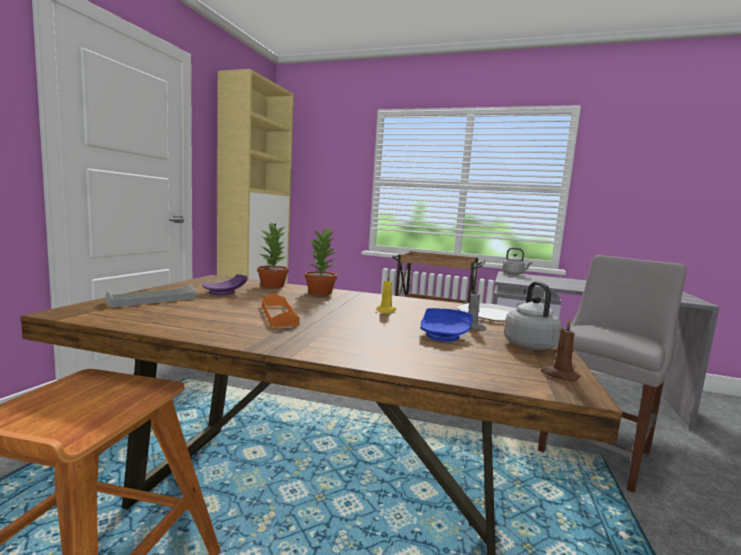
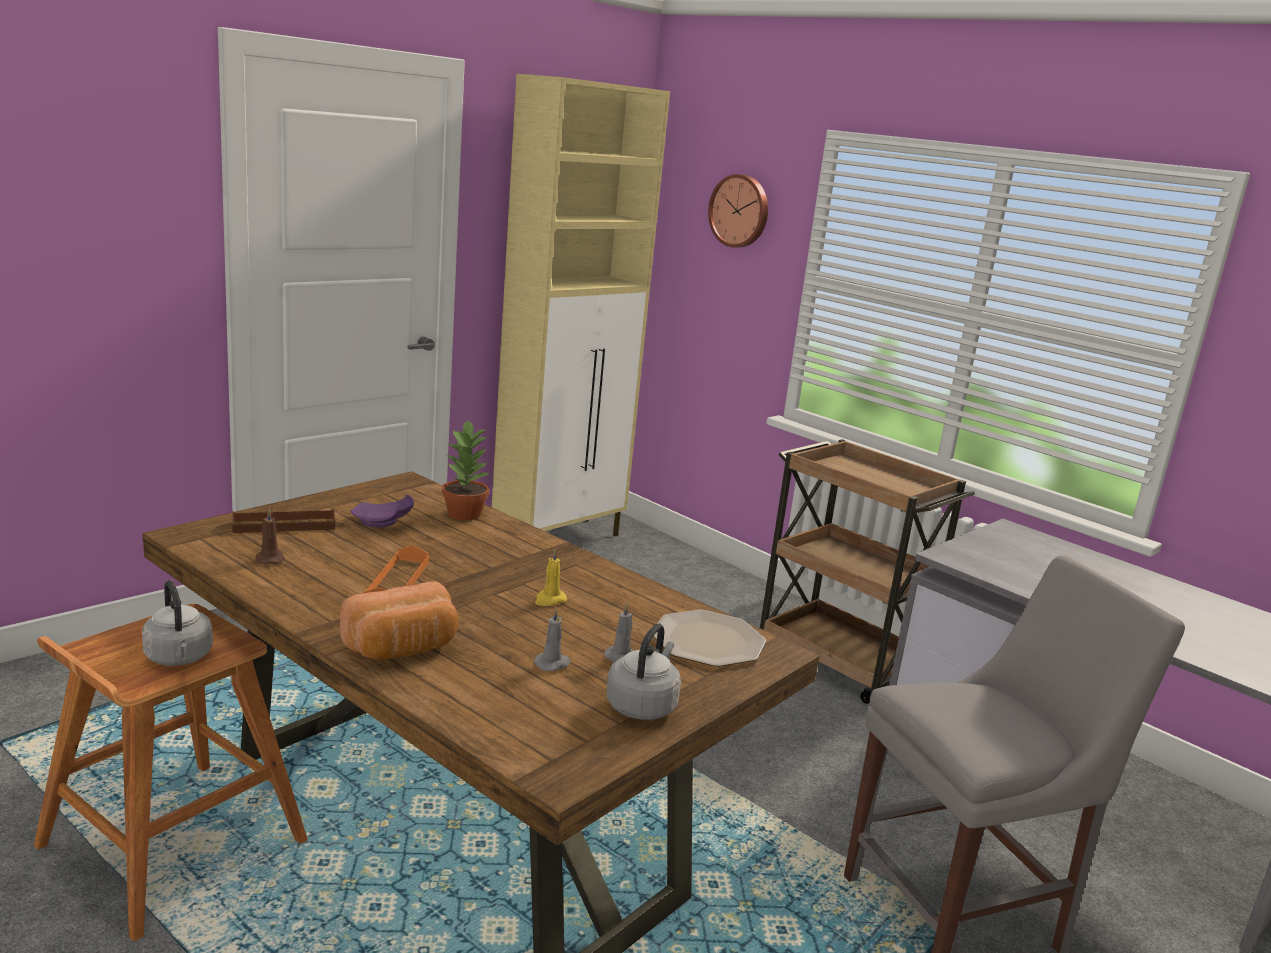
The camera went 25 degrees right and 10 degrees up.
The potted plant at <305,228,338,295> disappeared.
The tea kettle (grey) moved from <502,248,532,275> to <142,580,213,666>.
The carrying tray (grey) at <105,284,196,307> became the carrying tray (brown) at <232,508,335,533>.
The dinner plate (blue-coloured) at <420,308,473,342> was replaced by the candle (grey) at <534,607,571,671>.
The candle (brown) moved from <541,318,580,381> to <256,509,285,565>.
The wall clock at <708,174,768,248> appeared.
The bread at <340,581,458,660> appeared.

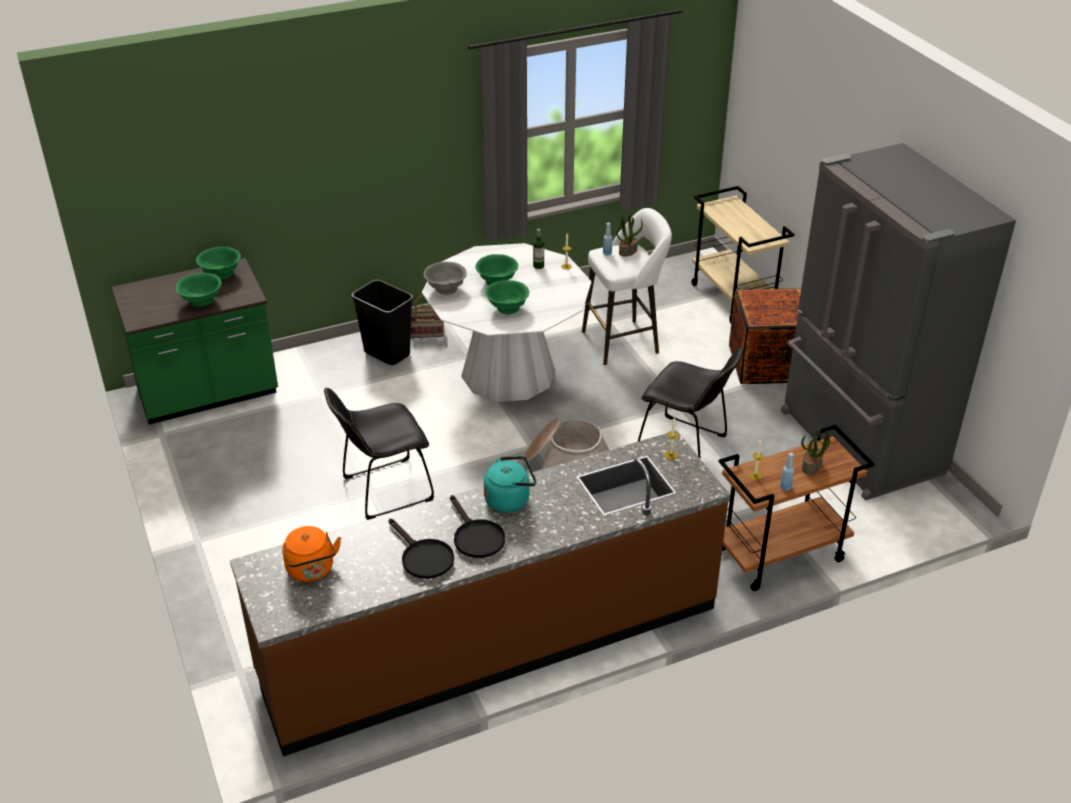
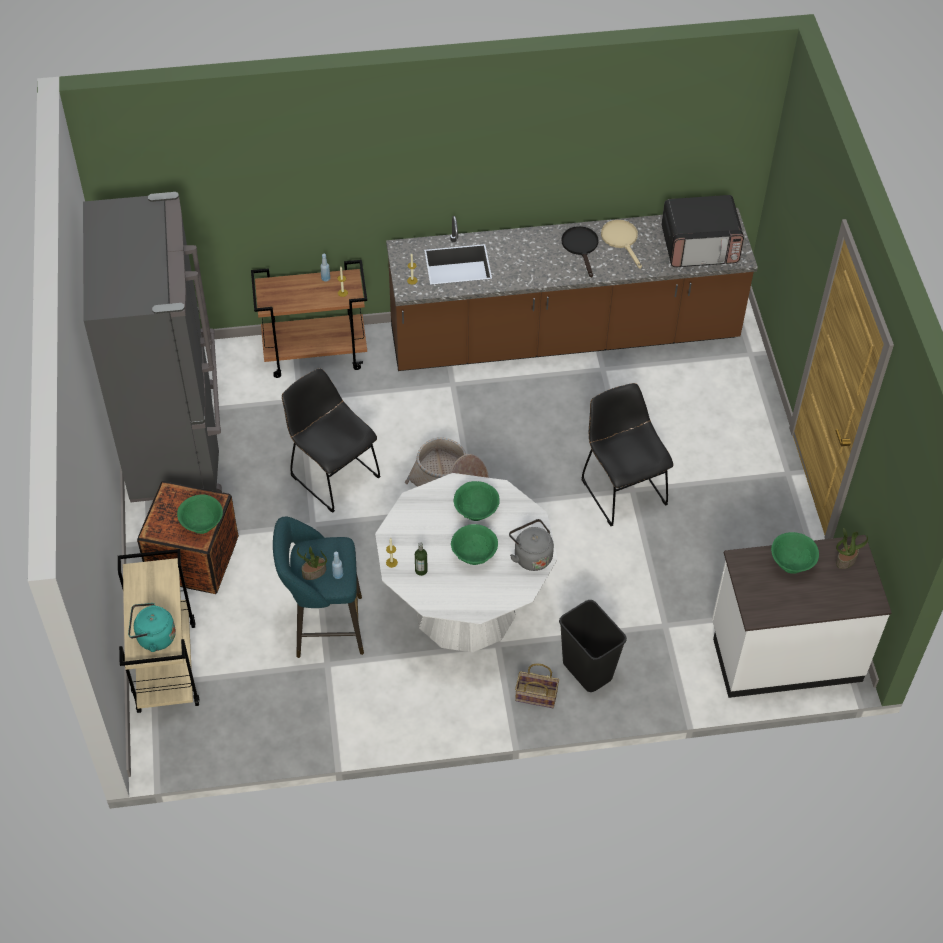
The camera went 165 degrees left and 15 degrees up.
The stool seat (whitish) at <582,208,672,365> became the stool seat (blue-green) at <273,517,364,658>.
The bowl (green) moved from <196,247,241,280> to <177,494,223,534>.
The kitchen counter (green) at <111,258,278,424> became the kitchen counter (whitish) at <712,535,892,698>.
The bowl (grey) at <424,262,467,295> was replaced by the tea kettle (grey) at <509,519,554,571>.
The chair (black-coloured) at <324,388,434,520> turned 105 degrees counterclockwise.
The potted plant moved from <801,428,832,475> to <836,528,868,569>.
The tea kettle (blue-green) moved from <484,456,536,513> to <128,603,176,652>.
The pan (black-coloured) at <388,518,454,579> became the pan (beige-coloured) at <601,220,642,269>.
The tea kettle (orange-coloured) at <282,526,341,582> was replaced by the kitchen microwave at <662,195,744,267>.

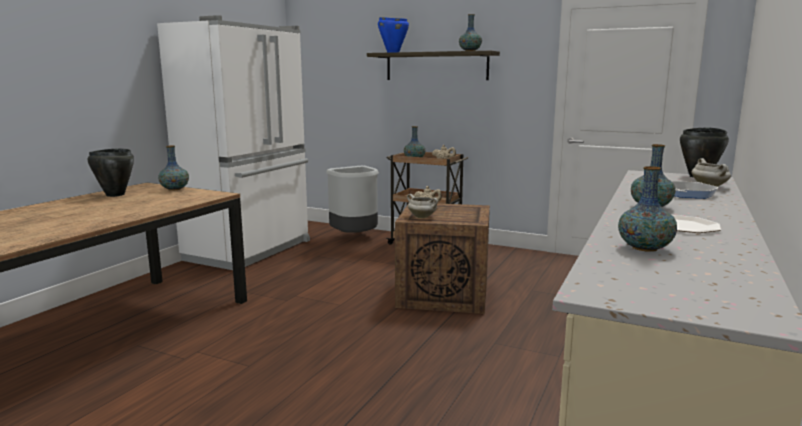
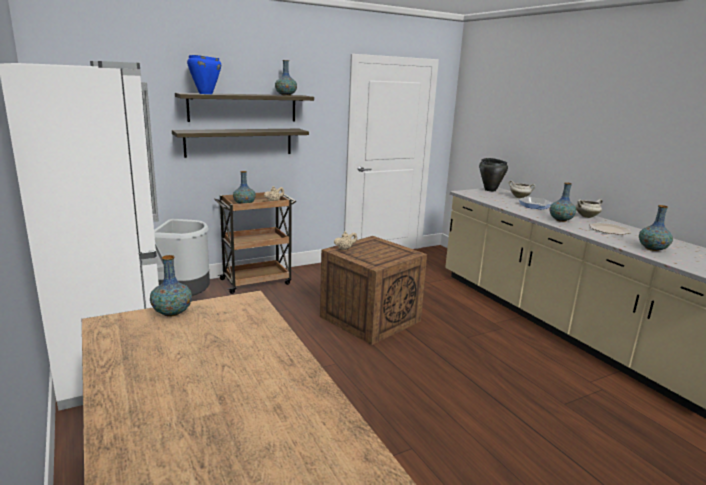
The camera went 55 degrees left and 5 degrees up.
The saucepot (black-coloured) at <88,148,134,197> disappeared.
The saucepot (whitish) moved from <407,194,438,218> to <575,199,603,218>.
The wall shelf at <172,129,309,158> appeared.

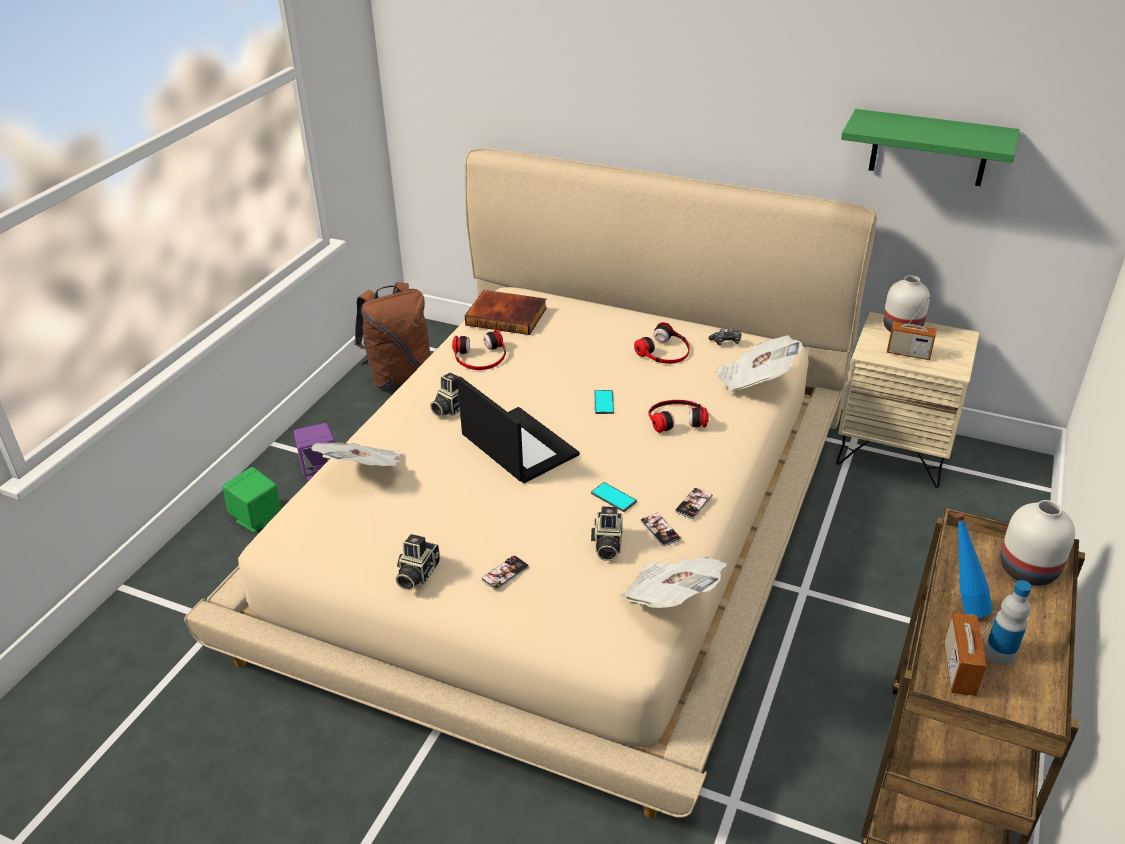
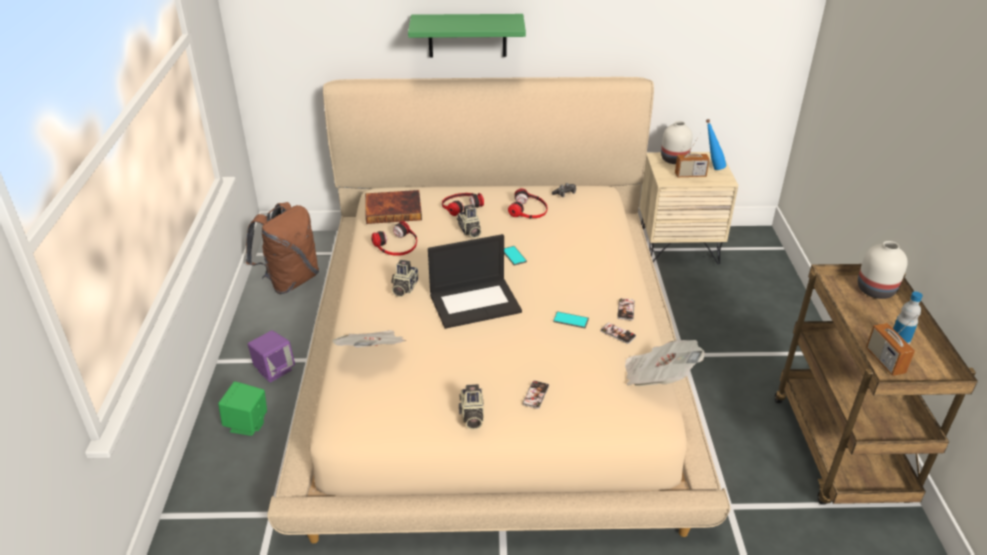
The camera went 25 degrees left and 0 degrees up.
The wall shelf (green) moved from <841,109,1020,186> to <408,14,526,57>.
The printed paper at <716,336,803,392> disappeared.
The portable computer at <457,376,580,483> turned 135 degrees clockwise.
The pair of headphones moved from <649,400,708,433> to <442,193,484,216>.
The photo camera moved from <591,506,623,561> to <457,204,481,238>.
The bottle (blue-coloured) moved from <955,513,993,618> to <706,119,727,170>.

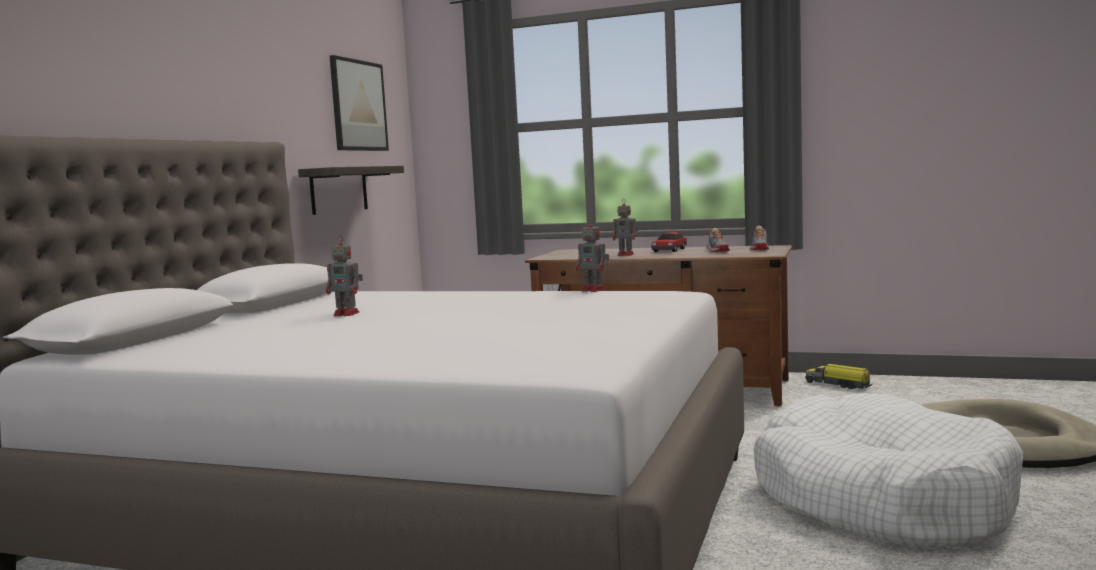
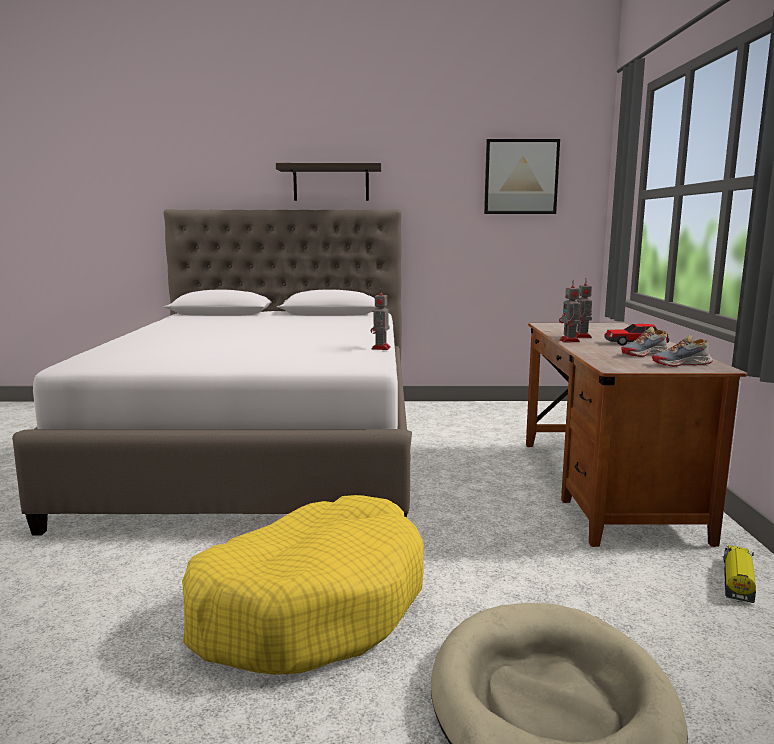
The camera went 70 degrees right and 5 degrees up.
The wall shelf moved from <298,166,404,215> to <276,163,381,201>.
The toy robot moved from <326,237,363,316> to <559,280,581,342>.
The pet bed (whitish) at <754,393,1023,549> became the pet bed (yellow-coloured) at <182,495,424,675>.

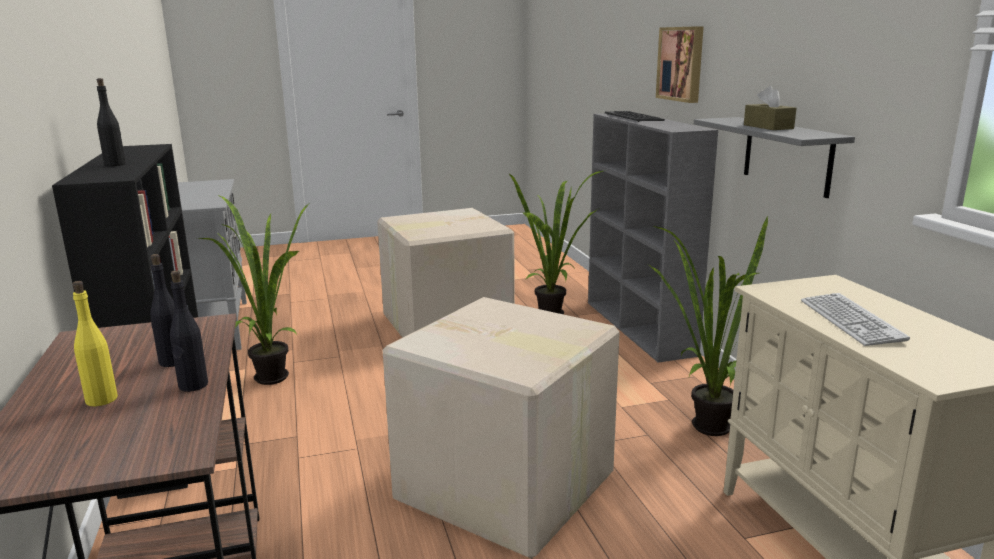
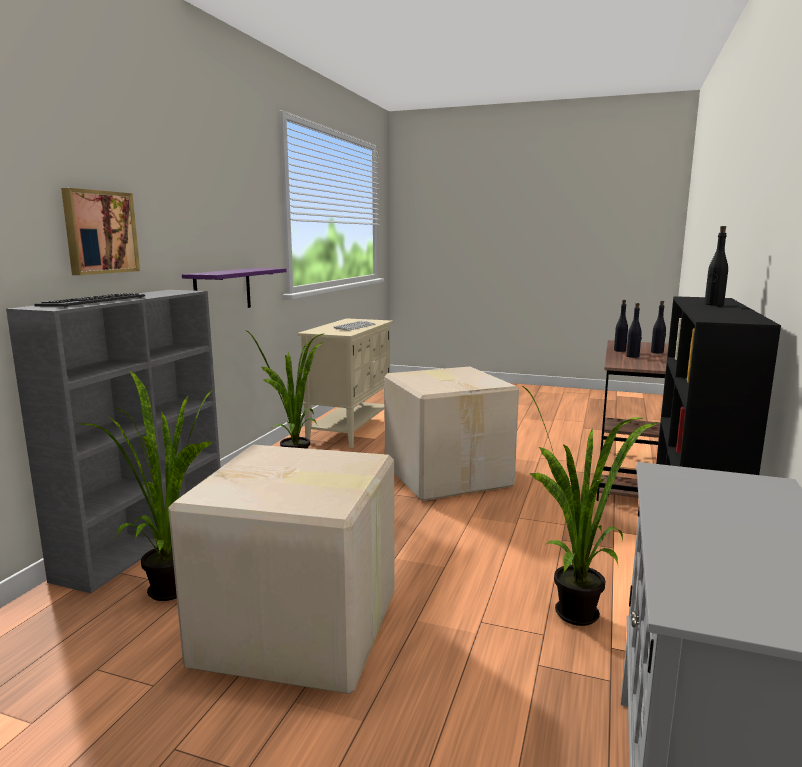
The camera went 145 degrees left and 5 degrees down.
The tissue box (brown) at <744,86,797,130> disappeared.
The wall shelf (grey) at <694,117,855,198> became the wall shelf (purplish) at <182,268,287,308>.
The bottle (yellow-coloured) at <73,281,118,406> became the bottle (black-coloured) at <651,301,666,354>.

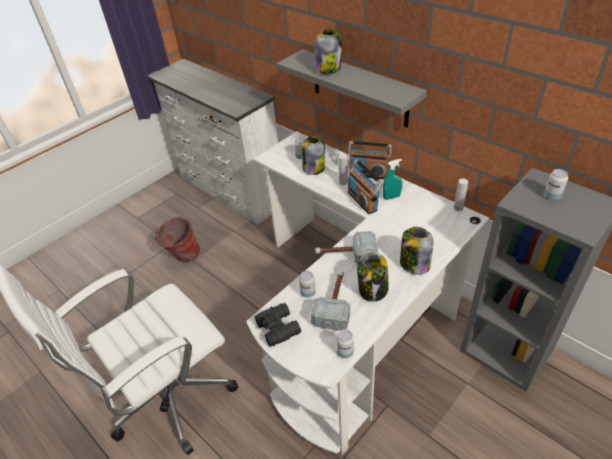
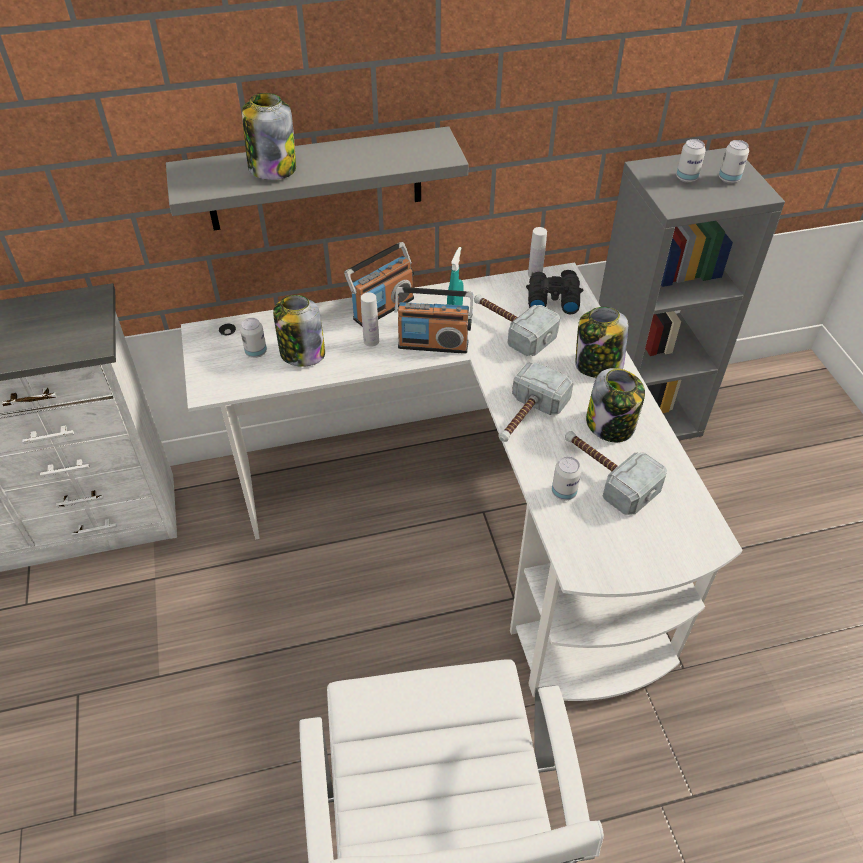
The camera went 60 degrees left and 5 degrees up.
The bucket at <154,217,200,263> disappeared.
The binoculars (black-coloured) moved from <255,303,301,347> to <526,272,583,314>.
The can moved from <336,329,354,358> to <719,140,749,184>.
The hammer at <474,294,560,356> appeared.

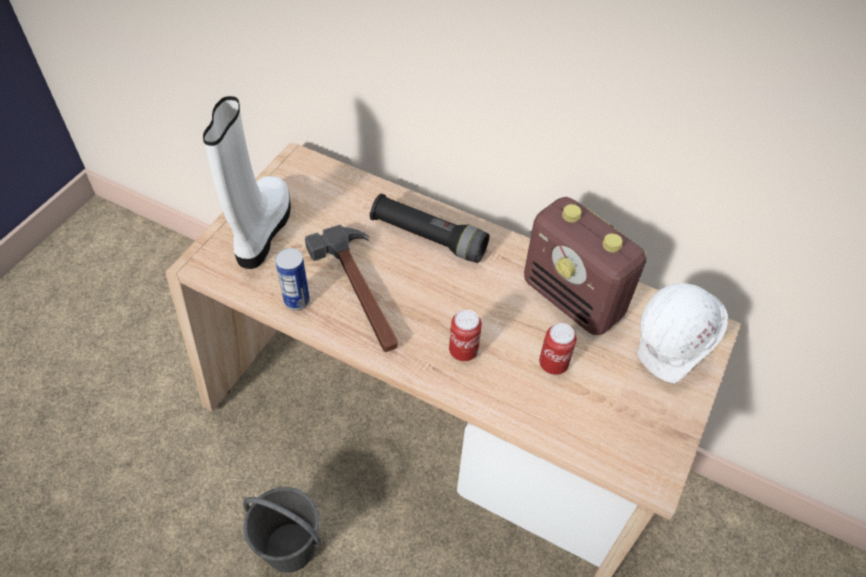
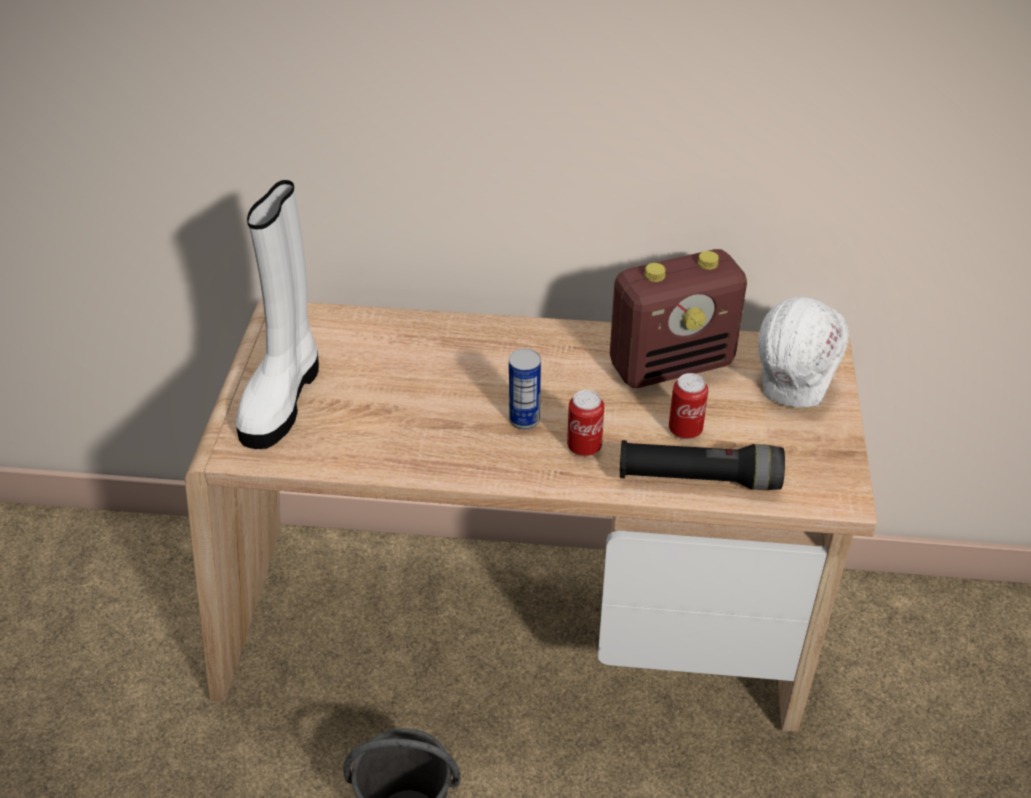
The camera went 20 degrees left and 10 degrees down.
The boot (whitish) at <203,96,291,269> turned 150 degrees counterclockwise.
The torch (black-coloured) moved from <370,194,489,263> to <620,440,785,490>.
The radio receiver at <524,197,646,335> turned 45 degrees counterclockwise.
The hammer at <305,224,398,352> disappeared.
The can moved from <275,248,310,310> to <509,349,541,430>.

